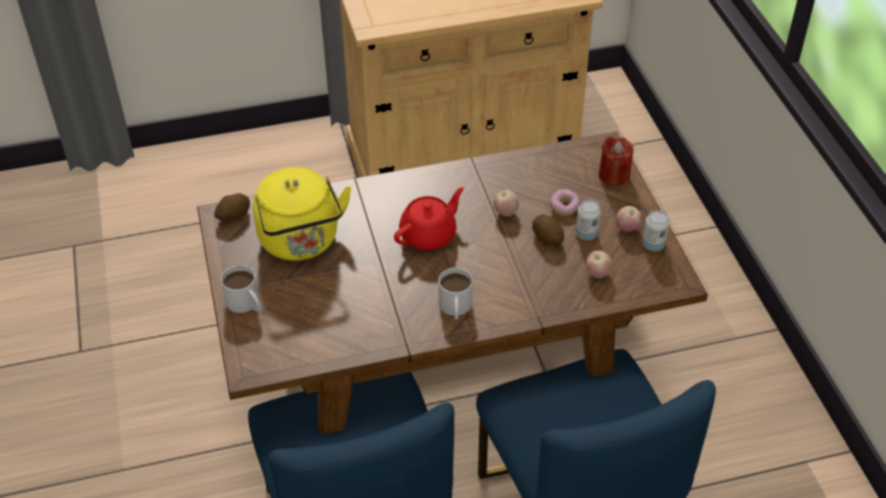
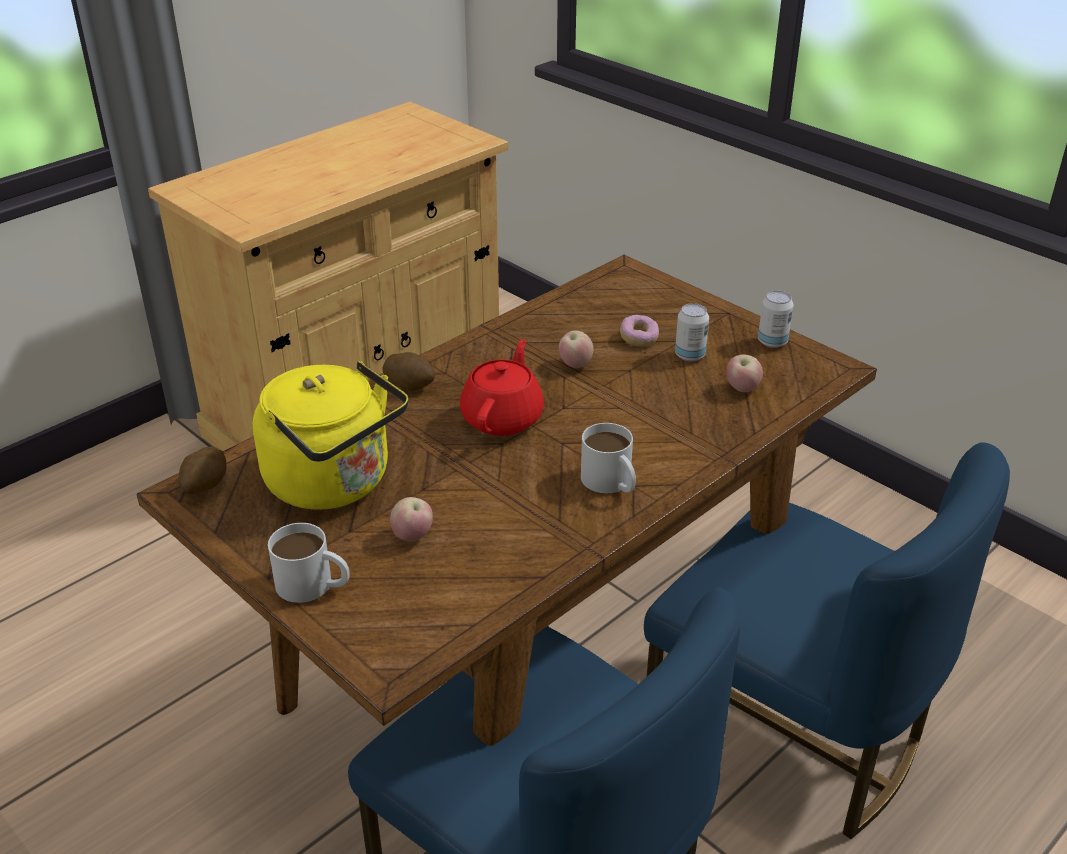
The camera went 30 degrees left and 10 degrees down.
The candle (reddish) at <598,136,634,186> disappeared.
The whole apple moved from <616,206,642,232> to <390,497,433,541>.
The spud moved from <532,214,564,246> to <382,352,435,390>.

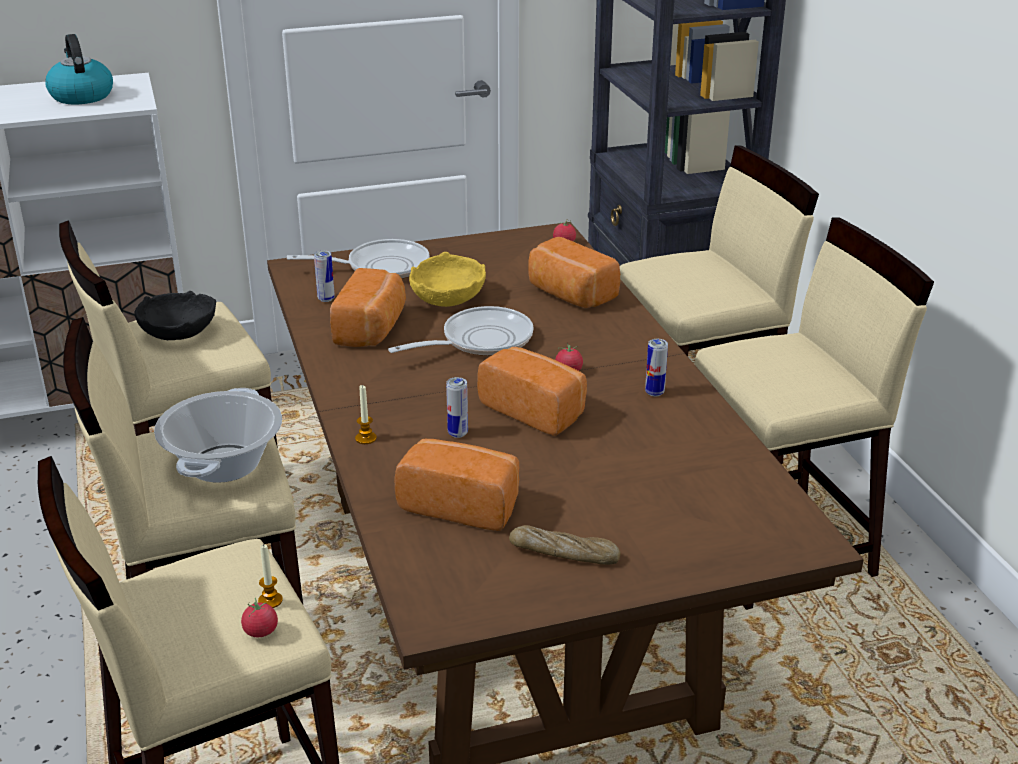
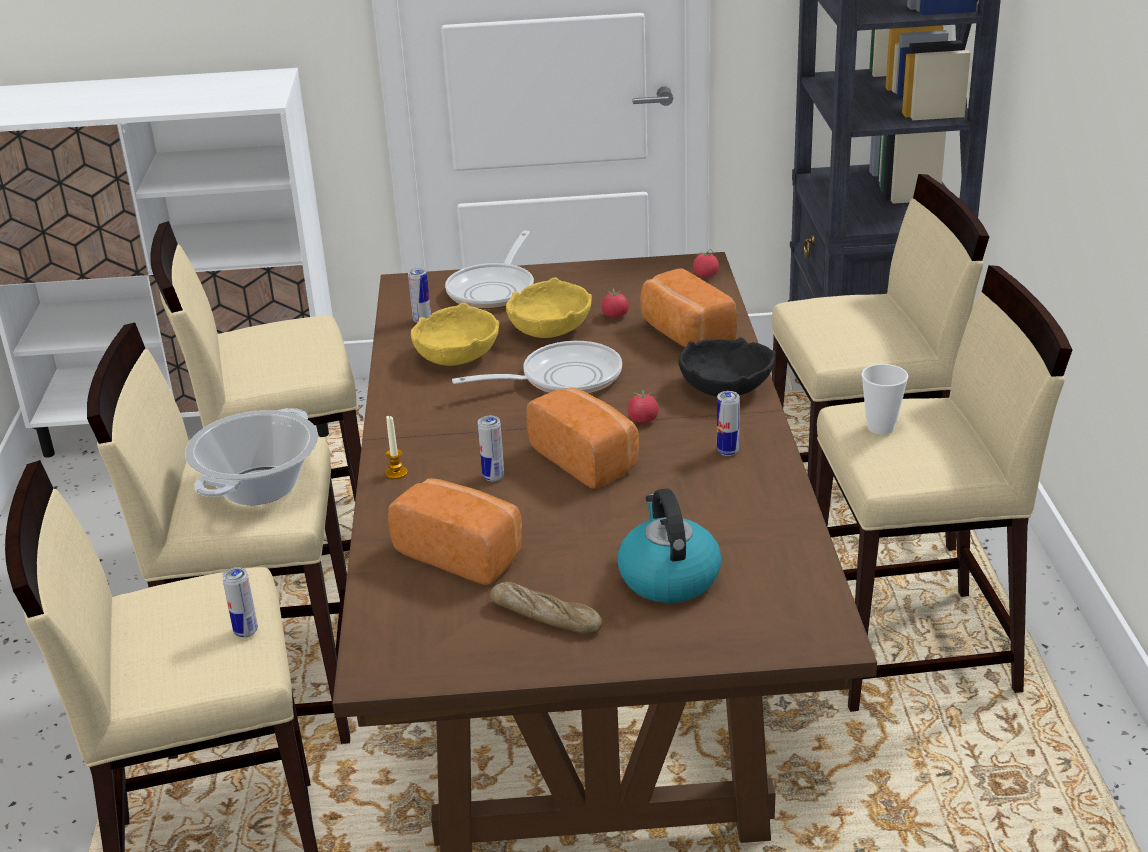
The camera went 15 degrees right and 0 degrees up.
The tea kettle moved from <45,34,113,104> to <617,488,722,603>.
The pan at <287,239,430,279> turned 105 degrees clockwise.
The bread at <330,268,406,347> was replaced by the bowl (yellow-coloured) at <411,303,499,366>.
The bowl (black-coloured) moved from <134,291,216,340> to <678,337,776,396>.
The candle at <258,544,283,608> was replaced by the can at <222,567,258,638>.
The whole tomato moved from <241,598,278,637> to <601,288,629,318>.
The cup at <862,364,908,434> appeared.

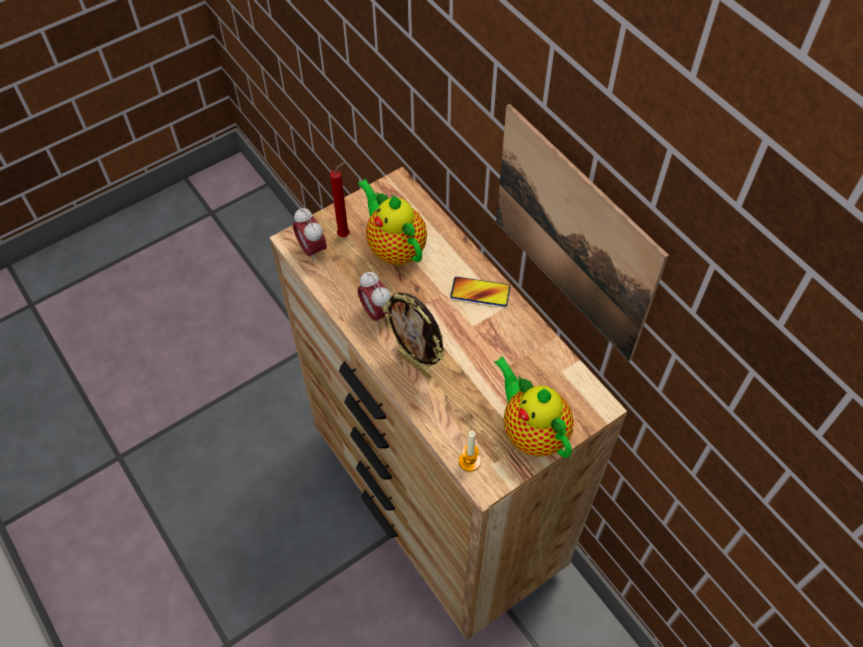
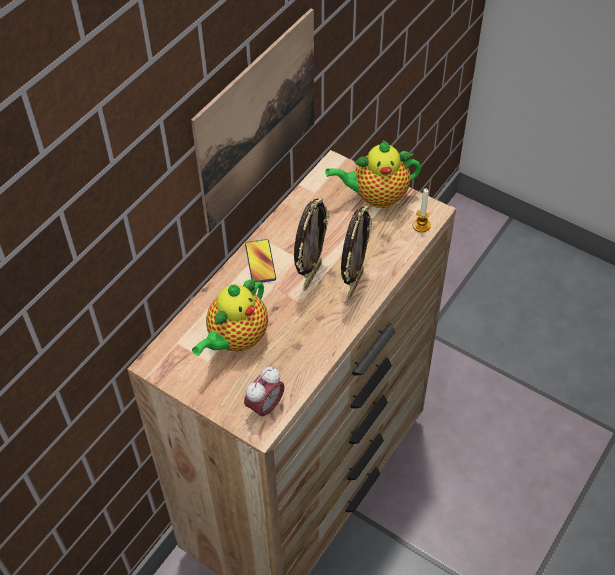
The camera went 110 degrees left and 5 degrees down.
The candle (reddish) at <330,162,350,237> disappeared.
The table clock at <358,271,391,326> disappeared.
The pot for tea at <494,356,574,458> turned 45 degrees clockwise.
The photo frame at <294,197,329,290> appeared.

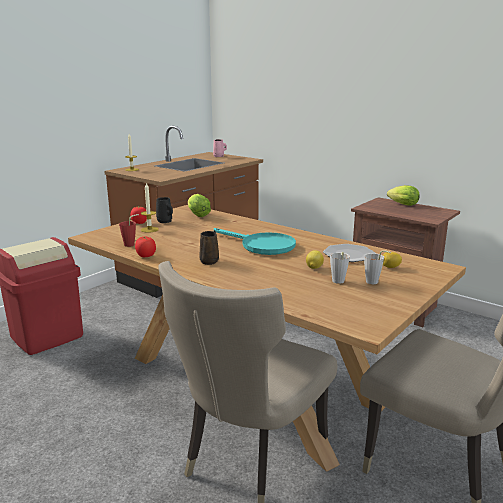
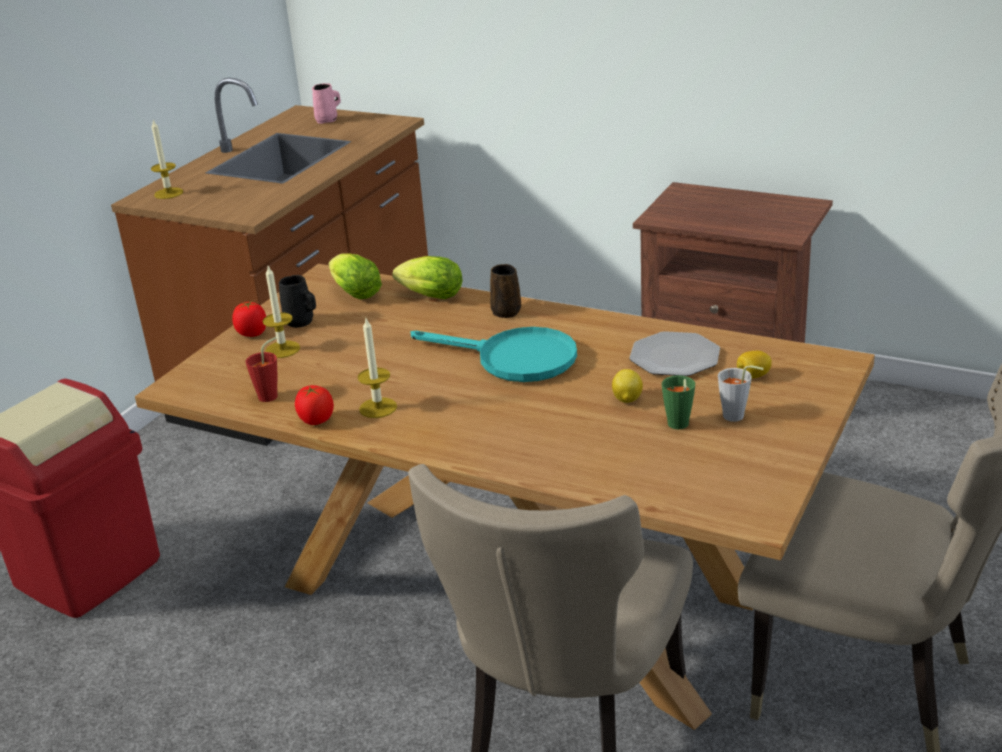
The camera went 10 degrees left and 10 degrees up.
The head of lettuce moved from <387,185,420,206> to <392,256,463,299>.
The tea mug (brown) moved from <199,231,219,265> to <490,264,521,318>.
The cup (grey) at <330,252,350,284> became the cup (green) at <662,375,695,429>.
The candle at <358,319,397,418> appeared.

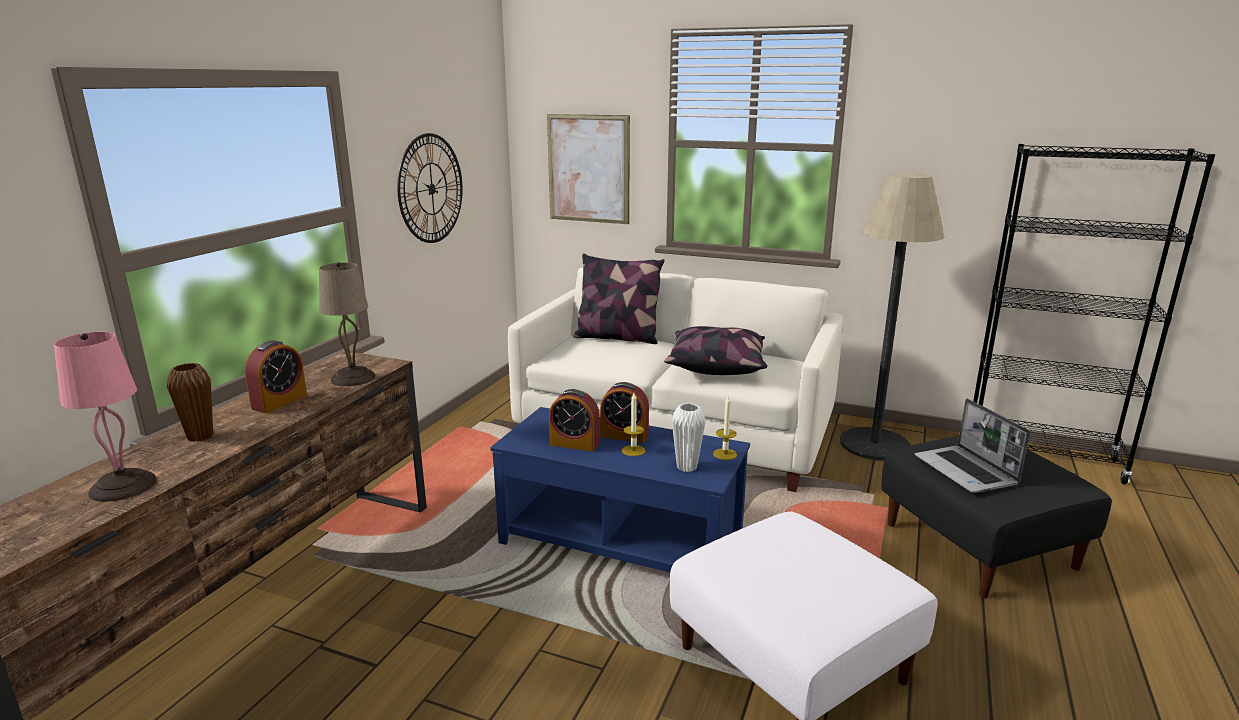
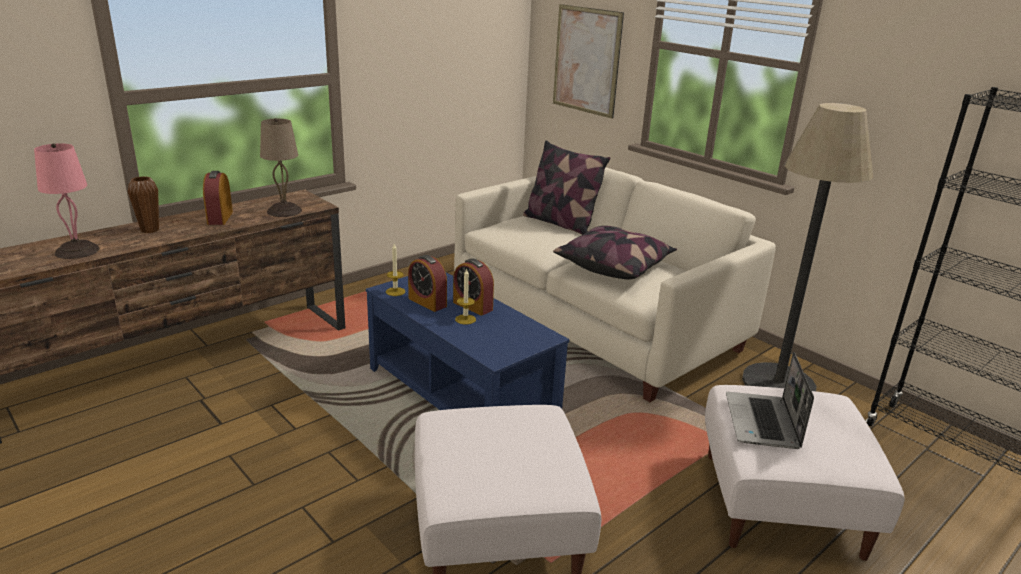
The camera went 25 degrees right and 5 degrees up.
The wall clock at <397,133,463,243> disappeared.
The table clock at <245,340,307,413> turned 120 degrees clockwise.
The candle moved from <713,395,737,460> to <386,244,405,296>.
The vase (whitish) at <672,403,706,472> disappeared.
The pouffe (black-coloured) at <882,436,1112,598> became the pouffe (whitish) at <705,385,905,561>.

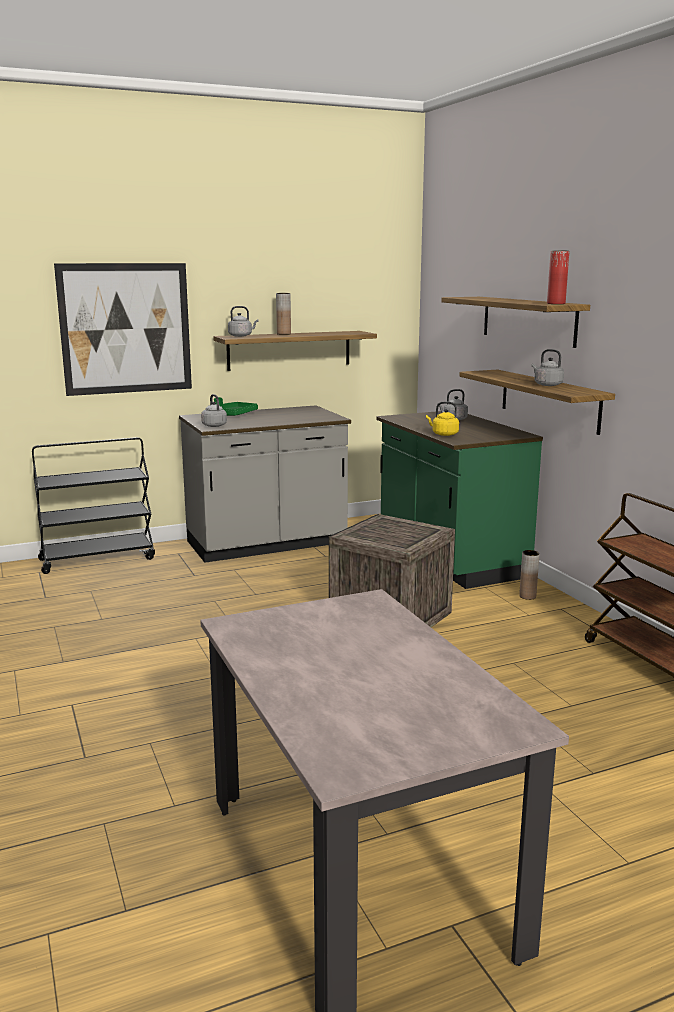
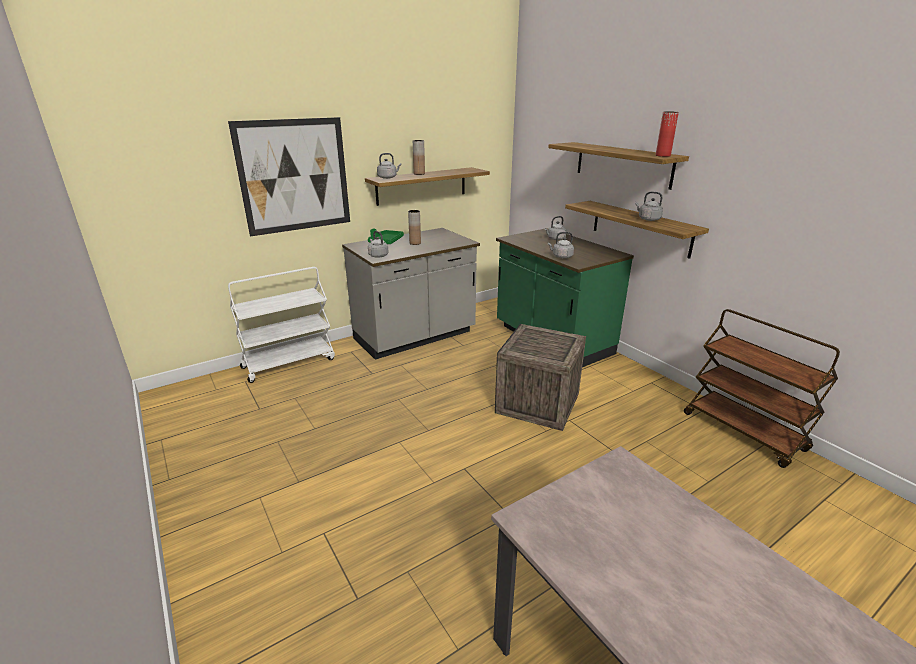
The camera went 10 degrees left and 10 degrees up.
The tea kettle (yellow-coloured) at <426,402,459,436> became the tea kettle (grey) at <548,232,574,258>.
The cart (black-coloured) at <32,437,155,574> became the cart (whitish) at <228,267,335,383>.
The vase (brown) moved from <519,550,539,600> to <408,210,421,245>.

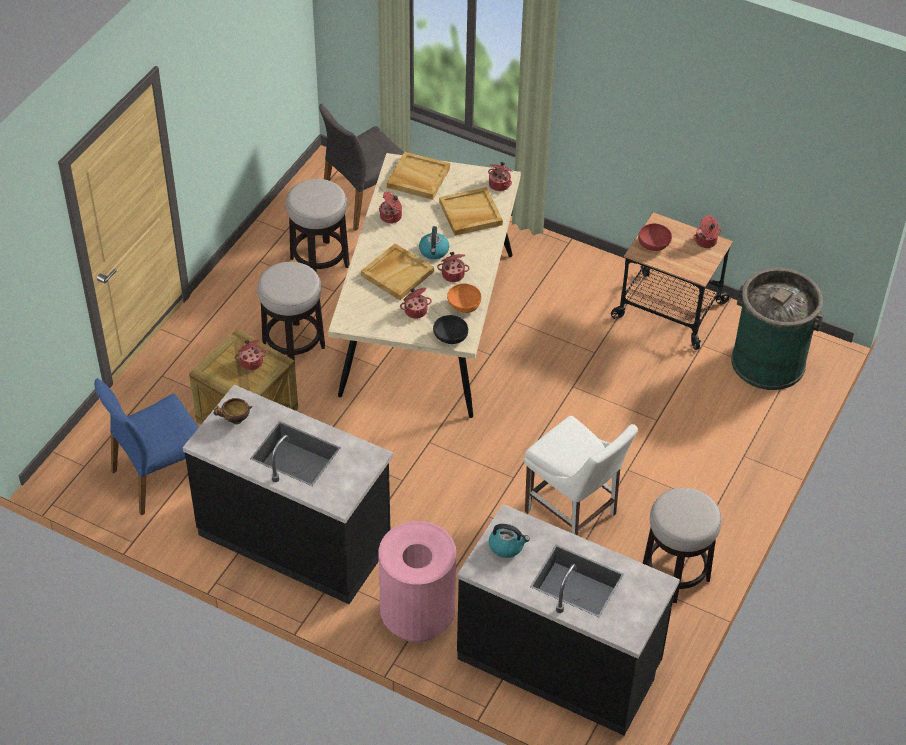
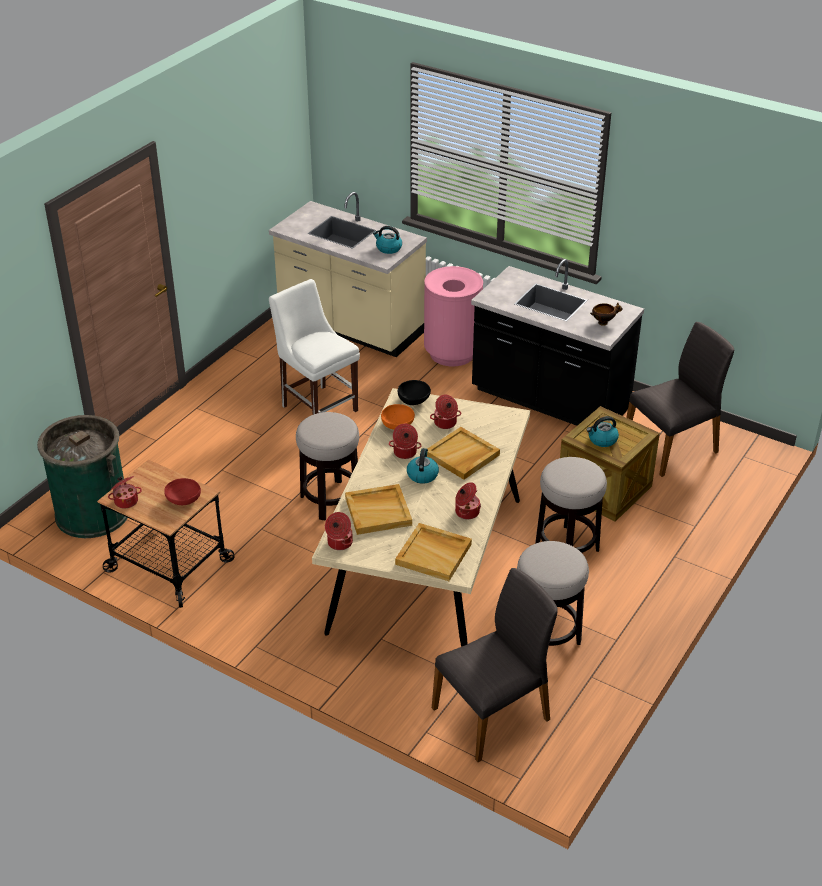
The camera went 175 degrees left and 10 degrees down.
The saucepot at <235,340,267,370> was replaced by the tea kettle at <586,416,619,447>.
The chair (blue-coloured) at <94,378,199,515> became the chair (grey) at <626,322,734,477>.
The stool seat moved from <643,488,722,603> to <296,412,359,520>.
The kitchen counter (black-coloured) at <457,504,680,736> became the kitchen counter (beige-coloured) at <269,192,427,357>.

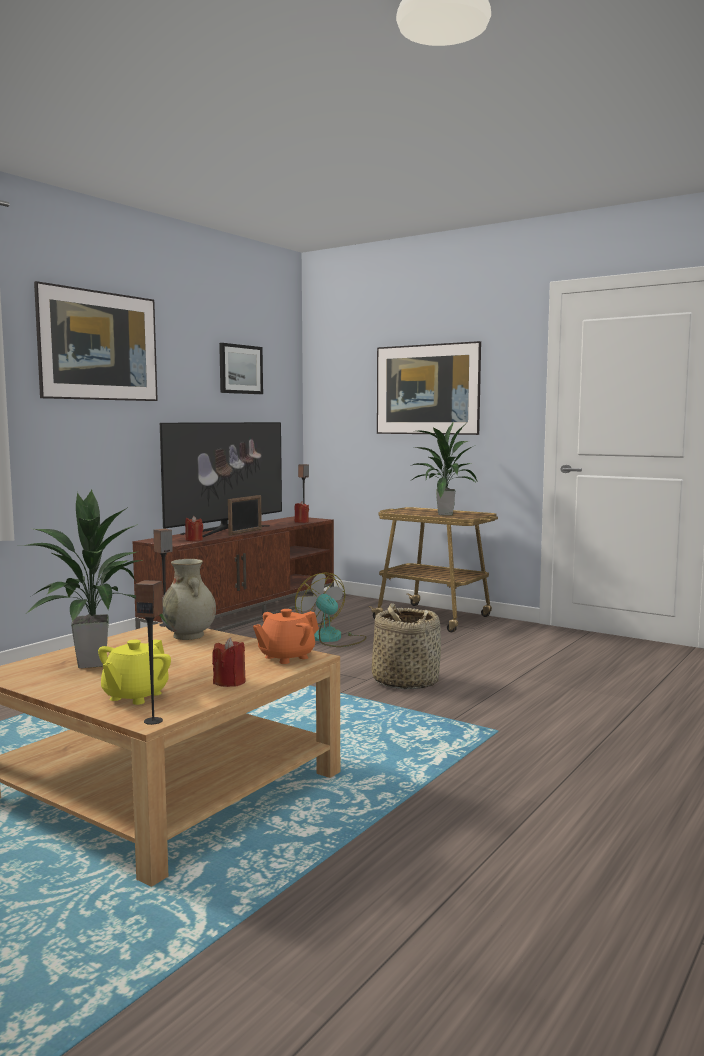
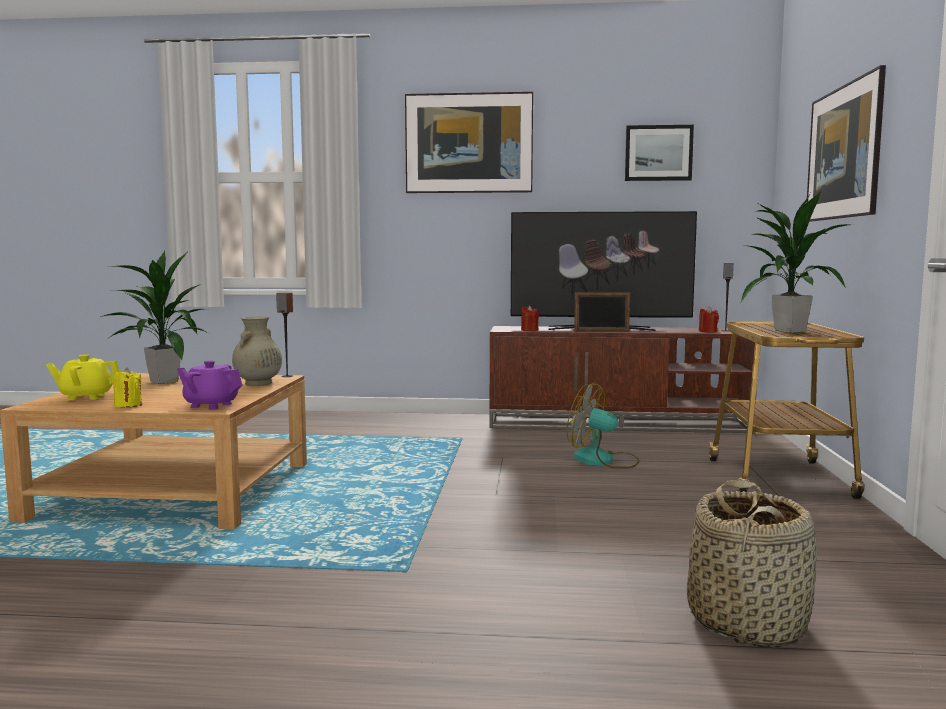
The camera went 60 degrees right and 0 degrees up.
The electric fan at <295,572,367,647> turned 90 degrees counterclockwise.
The speaker at <135,580,163,725> disappeared.
The household basket moved from <372,603,441,690> to <687,480,818,647>.
The pot for tea (orange-coloured) at <253,609,319,664> became the pot for tea (purplish) at <177,360,243,409>.
The candle (reddish) at <212,638,246,687> became the candle (yellow-coloured) at <112,367,142,408>.

